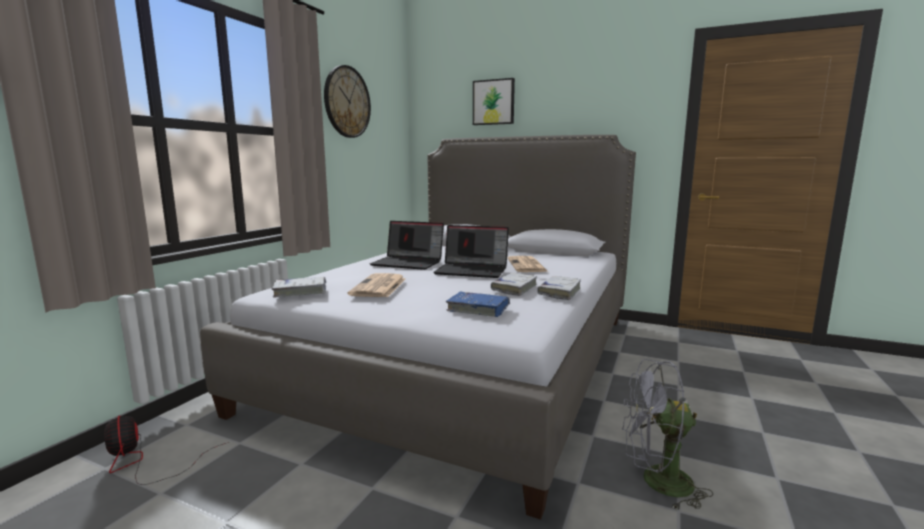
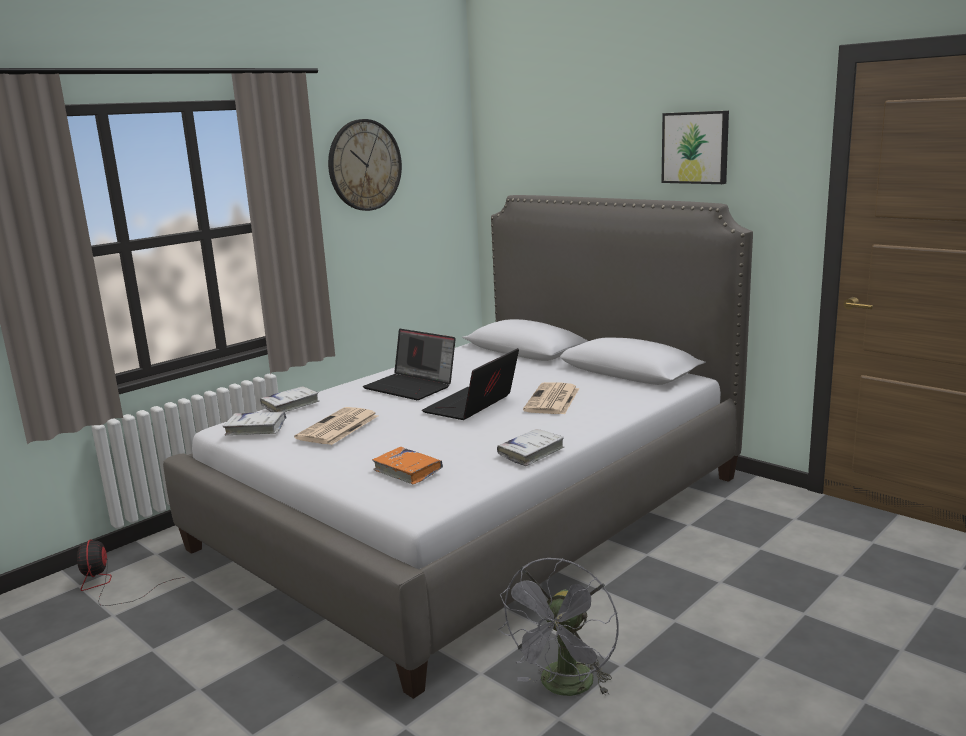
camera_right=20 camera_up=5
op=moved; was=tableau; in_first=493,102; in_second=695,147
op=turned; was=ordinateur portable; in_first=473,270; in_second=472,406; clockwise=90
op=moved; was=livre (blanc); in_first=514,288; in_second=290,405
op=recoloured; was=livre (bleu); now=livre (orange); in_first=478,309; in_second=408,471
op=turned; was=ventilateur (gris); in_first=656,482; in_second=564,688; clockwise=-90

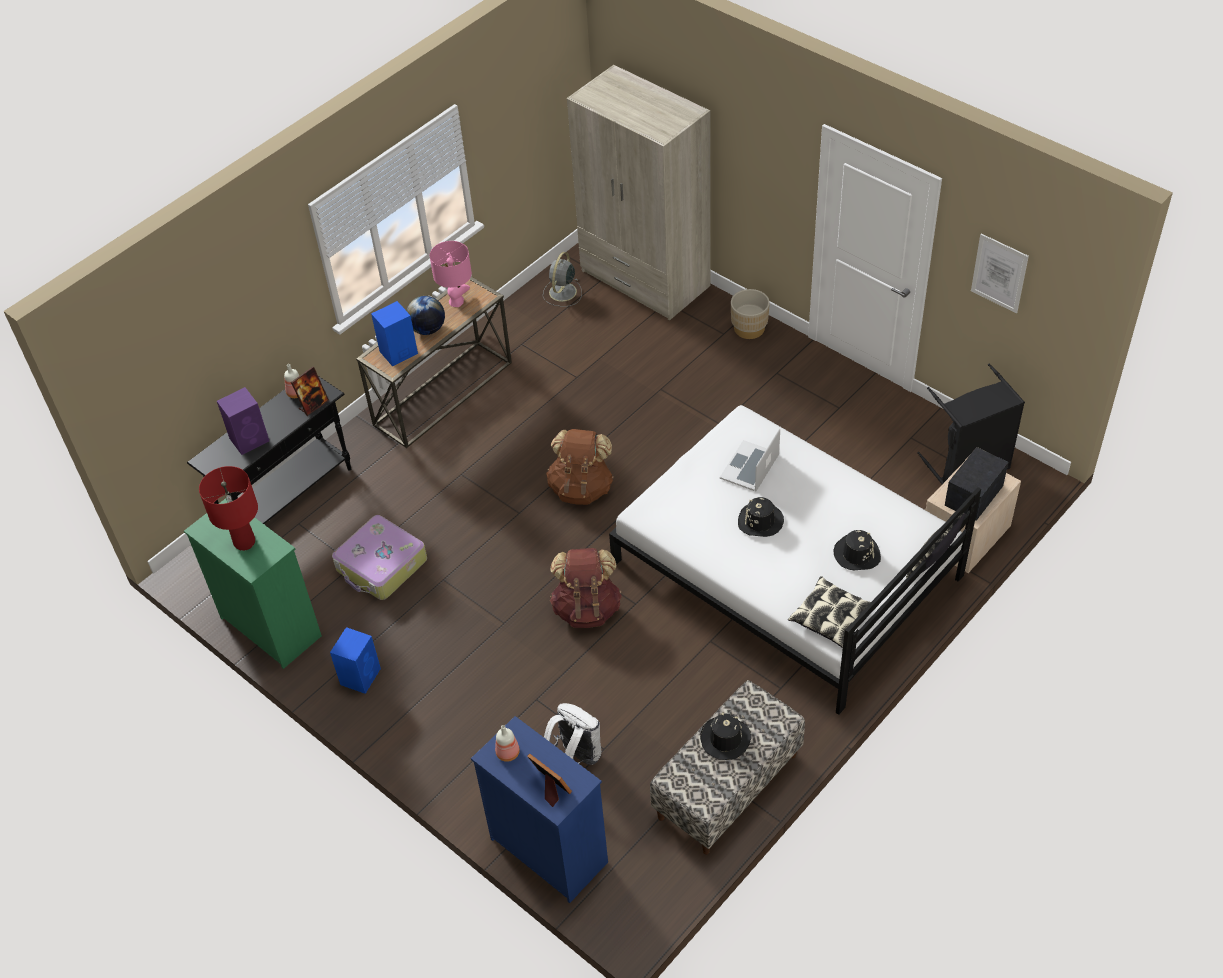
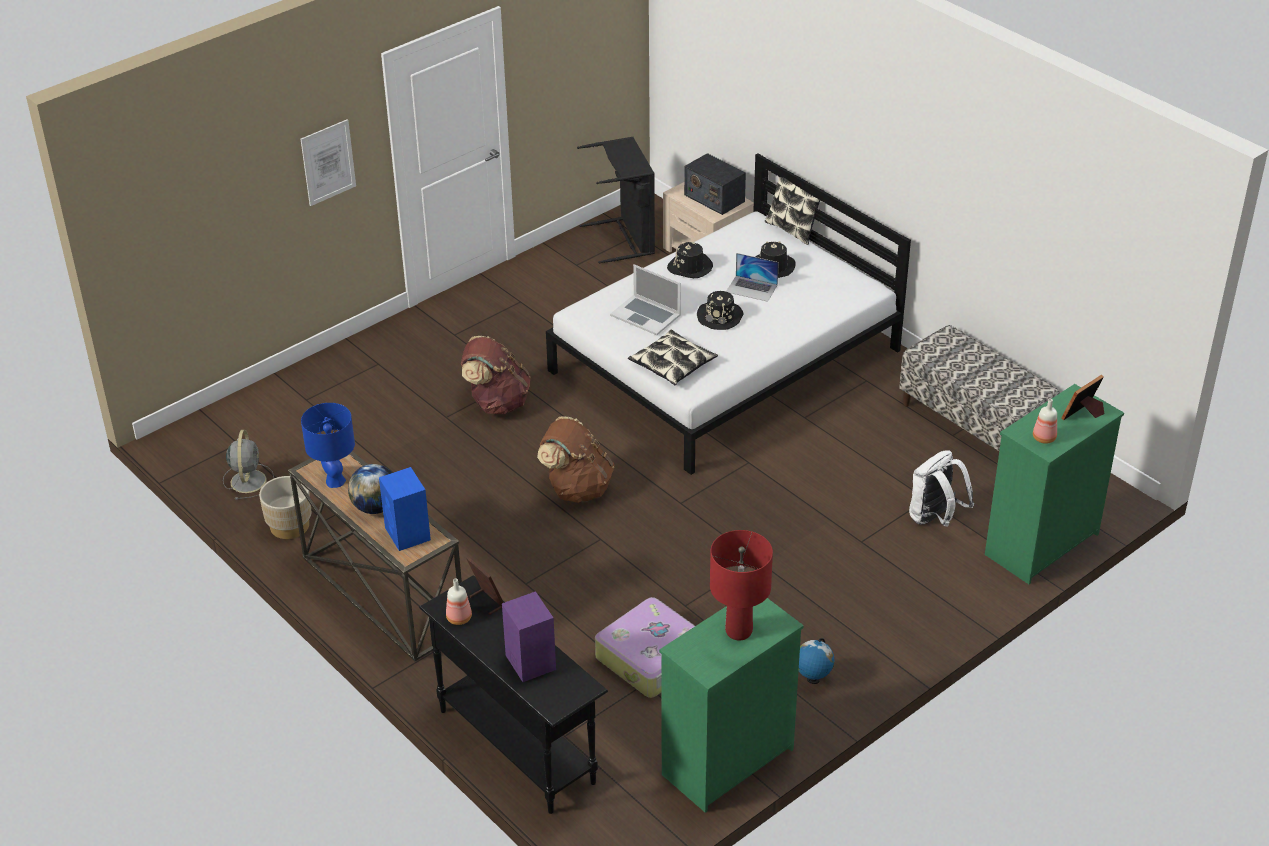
camera_right=-85 camera_up=-10
op=removed; was=armoire (beige); in_first=645,279
op=moved; was=tableau; in_first=999,273; in_second=328,162
op=recoloured; was=lampe de table (rose); now=lampe de table (bleu); in_first=456,301; in_second=335,481
op=turned; was=ventilateur (gris); in_first=562,293; in_second=248,480; clockwise=-120
op=moved; was=cache-pot (beige); in_first=749,328; in_second=289,526
op=moved; was=sac à dos (marron); in_first=587,608; in_second=496,402
op=moved; was=coussin; in_first=831,618; in_second=672,365
op=replaced; was=enceinte (bleu); now=globe; in_first=361,675; in_second=813,679
op=moved; was=chapeau (noir); in_first=725,739; in_second=690,267
op=recoloured; was=commode (bleu); now=commode (vert); in_first=548,849; in_second=1040,544
op=added; now=ordinateur portable; in_second=752,288

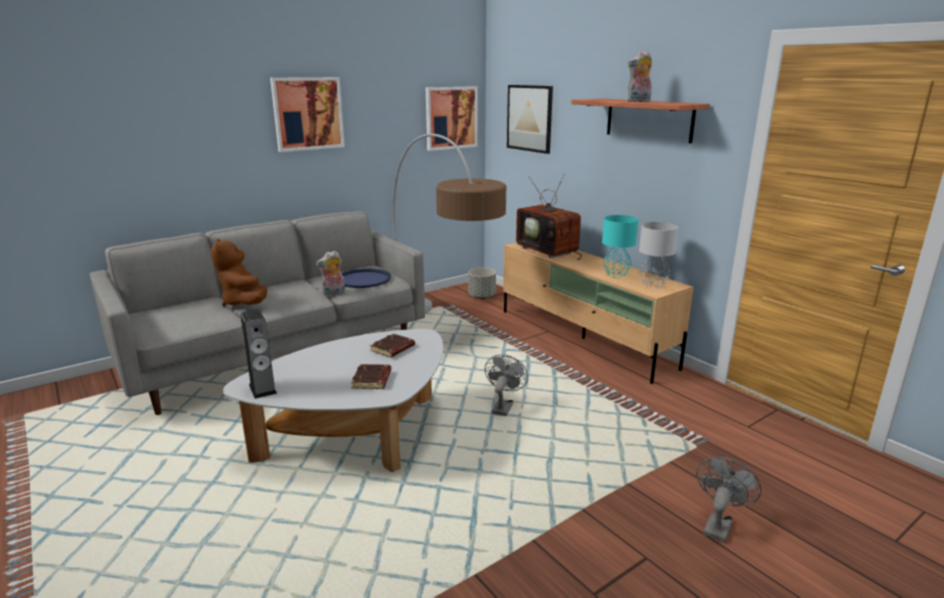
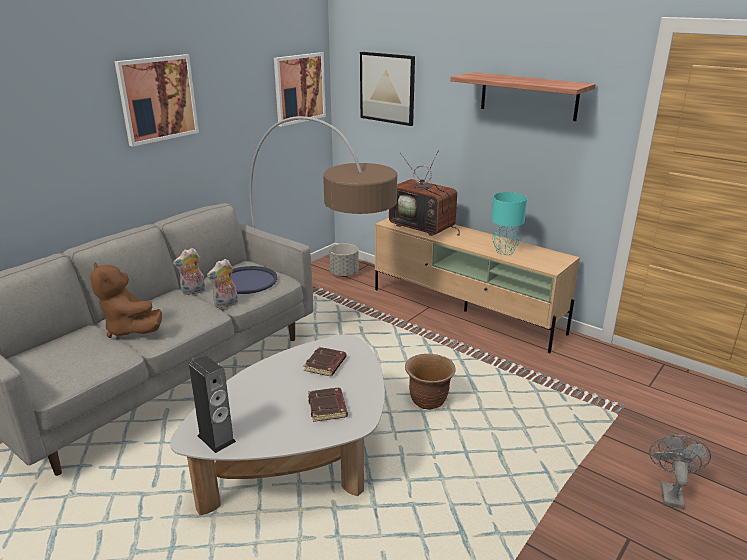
camera_right=-15 camera_up=5
op=moved; was=peluche; in_first=638,101; in_second=193,292
op=removed; was=lampe de table (gris); in_first=653,285
op=replaced; was=ventilateur (gris); now=cache-pot (marron); in_first=503,406; in_second=428,401

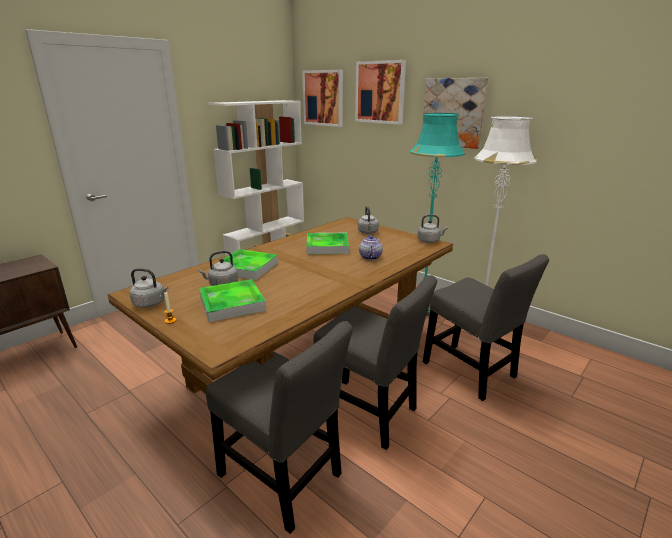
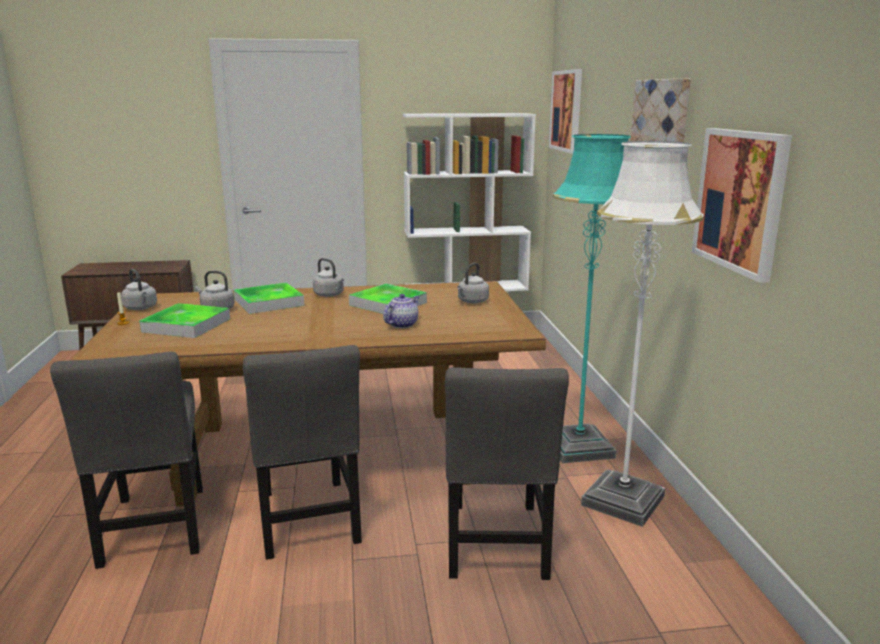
camera_right=40 camera_up=-5
op=moved; was=tableau; in_first=380,92; in_second=740,200
op=moved; was=bouilloire (gris); in_first=429,241; in_second=330,295

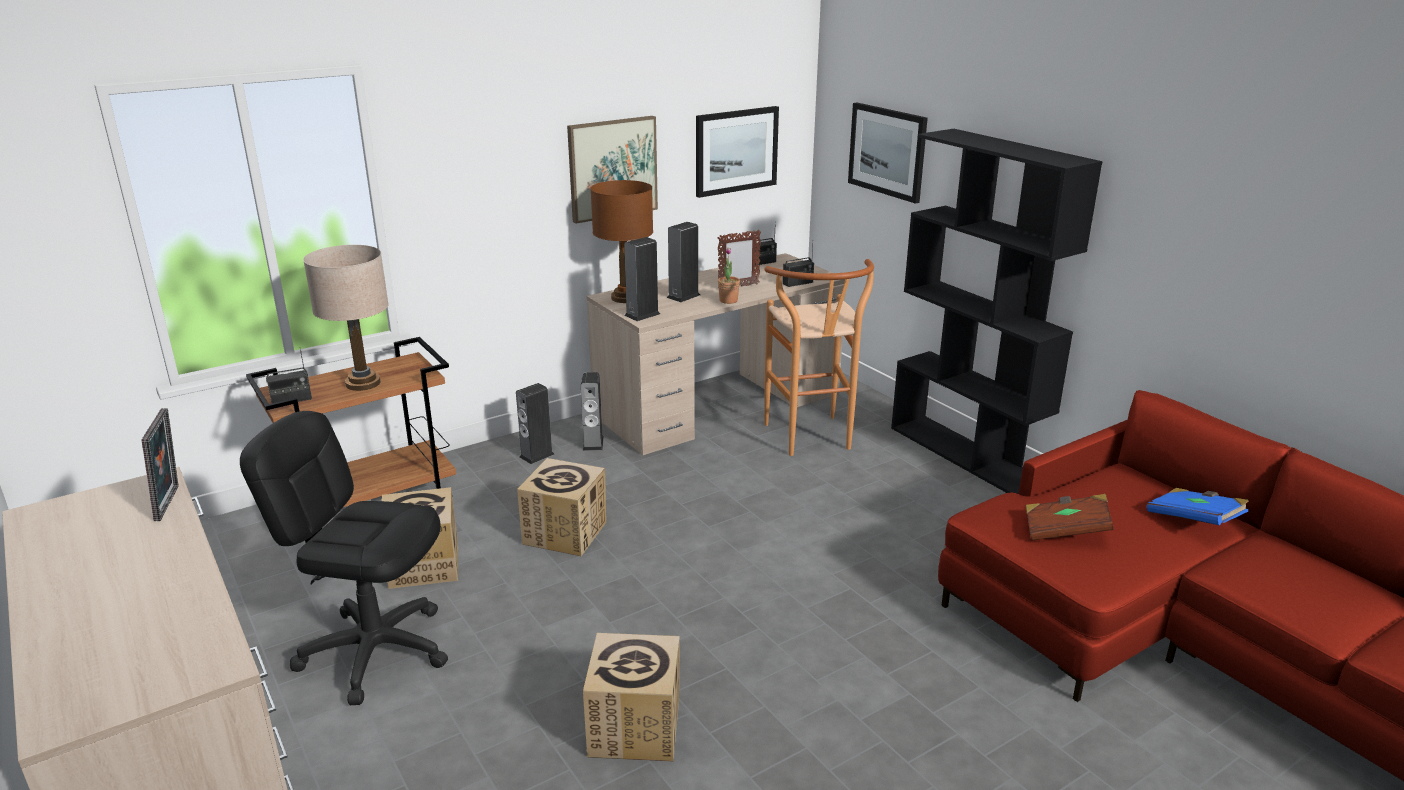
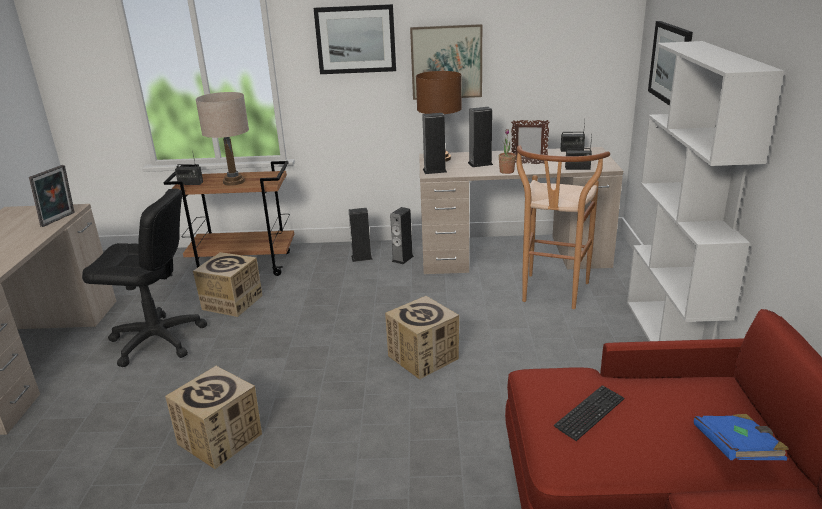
camera_right=35 camera_up=0
op=moved; was=tableau; in_first=736,151; in_second=355,39
op=recoloured; was=bibliothèque (noir); now=bibliothèque (blanc); in_first=966,454; in_second=670,340
op=turned; was=chaise de bureau (noir); in_first=375,651; in_second=157,340; clockwise=135
op=moved; was=carton; in_first=565,533; in_second=423,357
op=replaced; was=livre (marron); now=clavier; in_first=1065,531; in_second=589,414

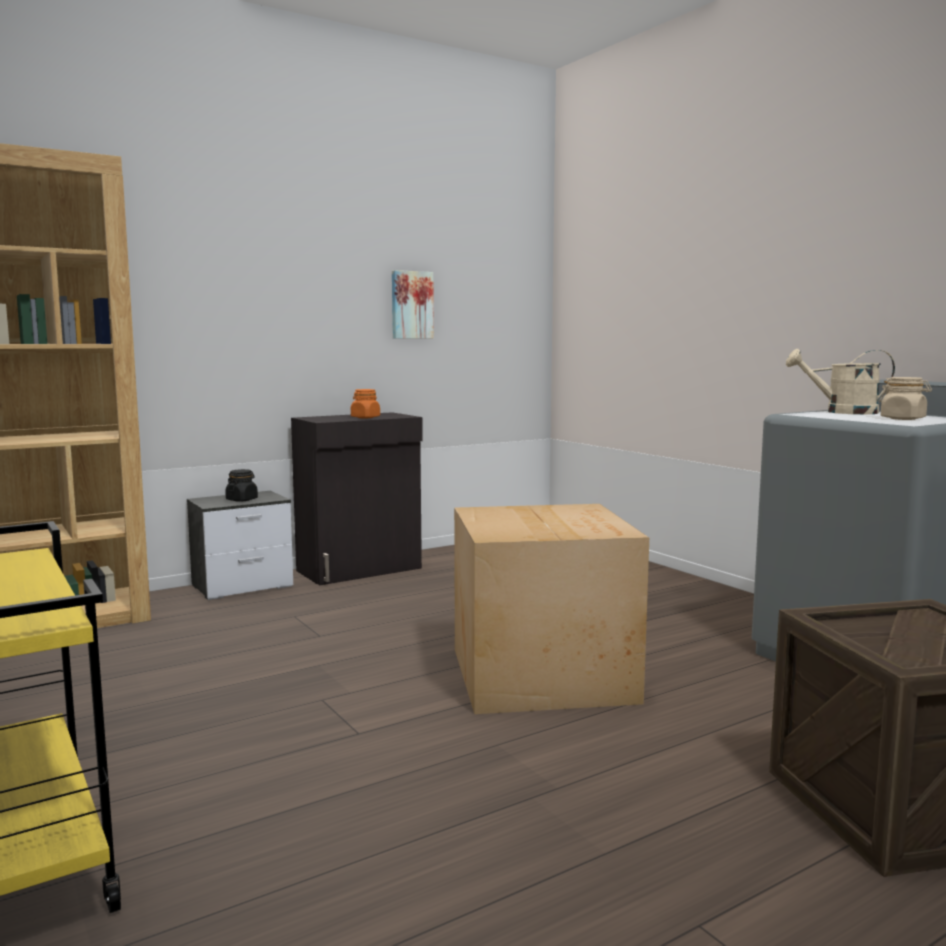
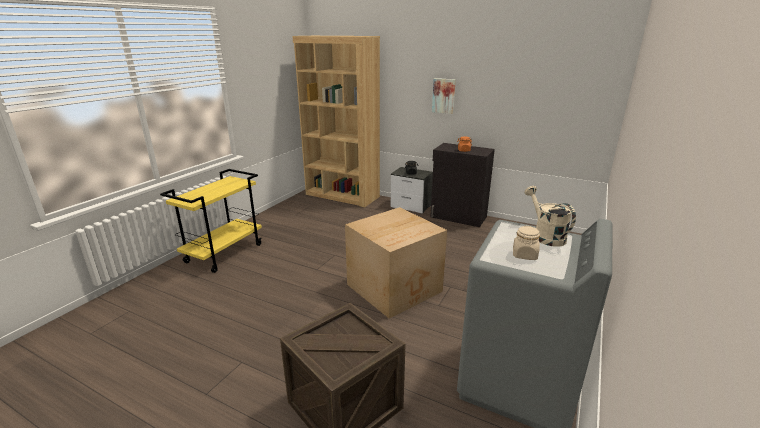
camera_right=60 camera_up=15
op=moved; was=tableau; in_first=411,305; in_second=444,95

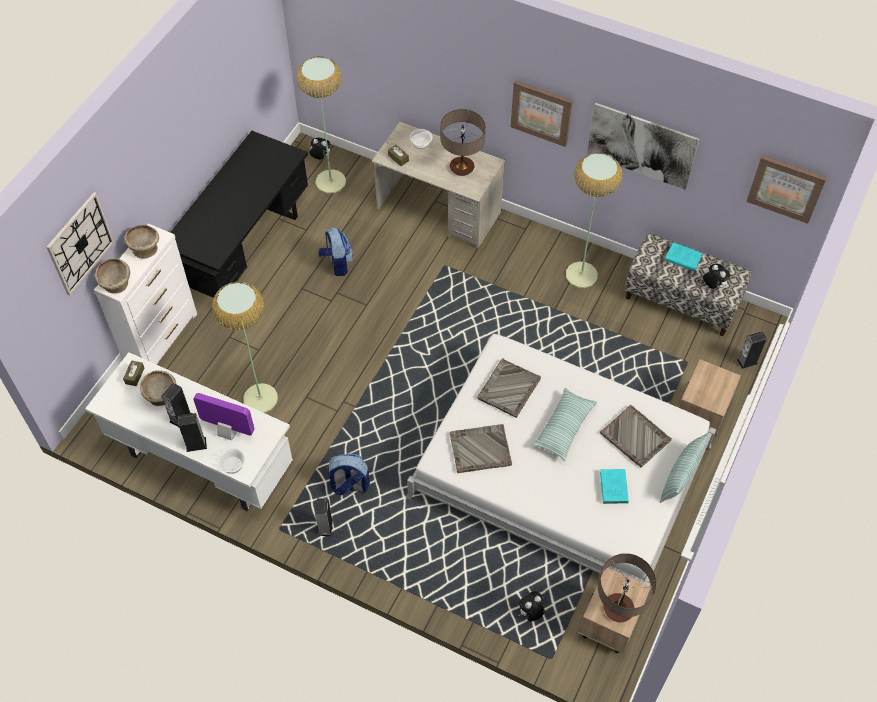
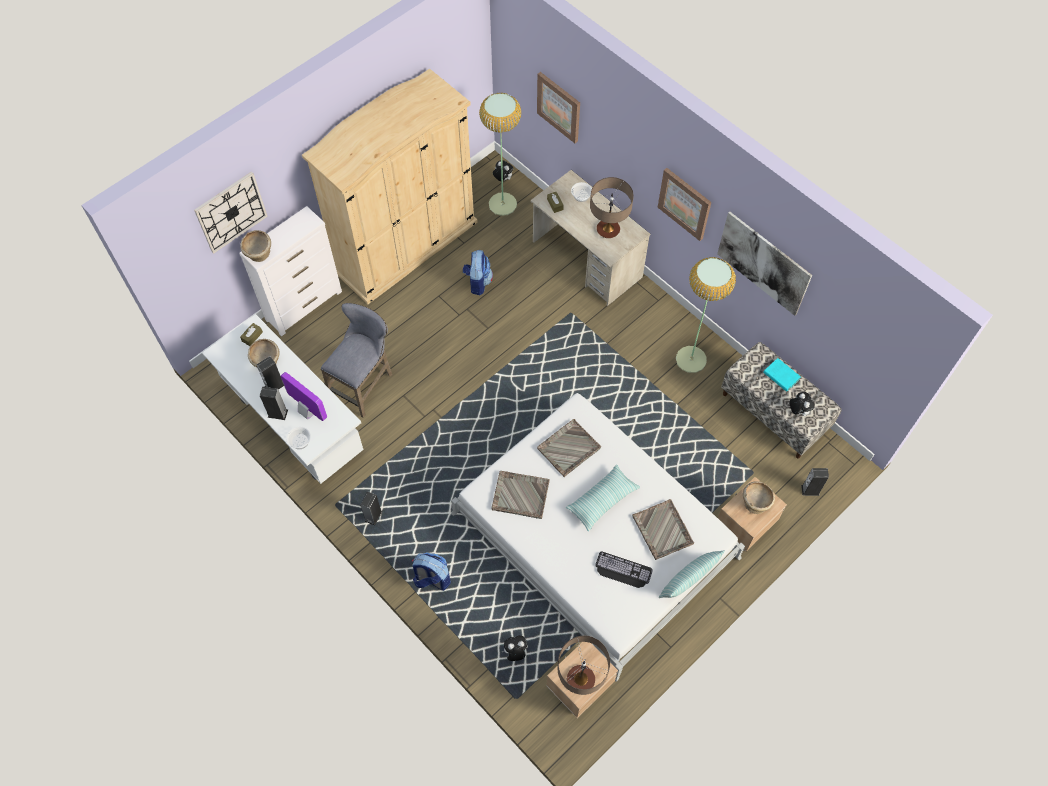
camera_right=20 camera_up=5
op=replaced; was=bureau (noir); now=armoire (beige); in_first=246,250; in_second=405,246
op=moved; was=tableau; in_first=786,188; in_second=559,107
op=moved; was=bol (beige); in_first=145,249; in_second=755,503
op=replaced; was=lampadaire; now=tabouret (gris); in_first=260,398; in_second=365,384
op=moved; was=sac à dos; in_first=349,485; in_second=432,579
op=replaced; was=livre (turquoise); now=clavier; in_first=613,488; in_second=622,571

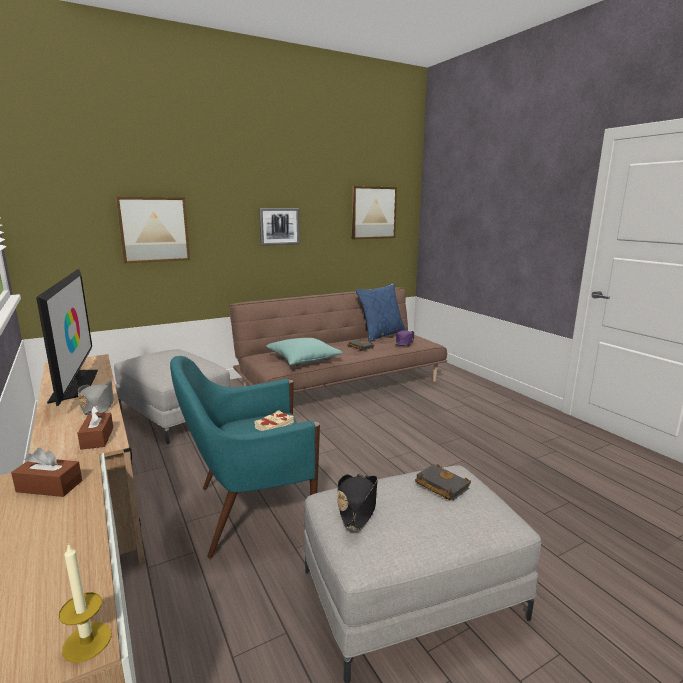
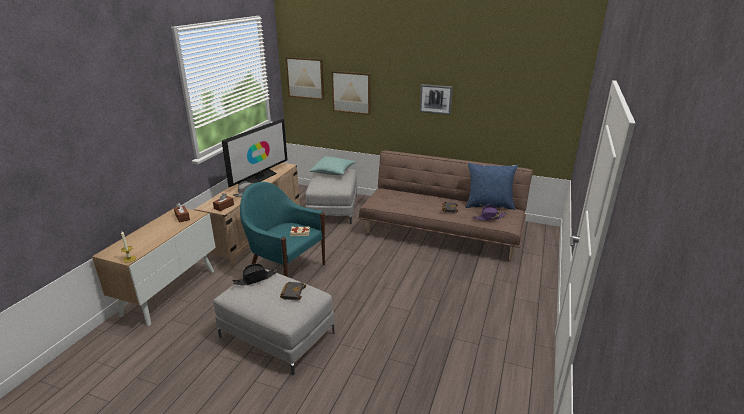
camera_right=50 camera_up=10
op=moved; was=tableau; in_first=373,213; in_second=305,78
op=moved; was=coussin (turquoise); in_first=303,360; in_second=333,172

